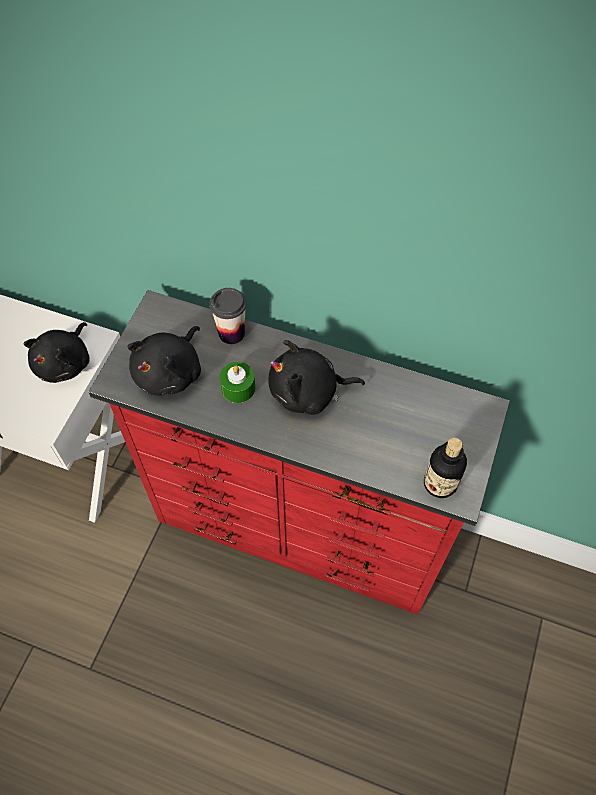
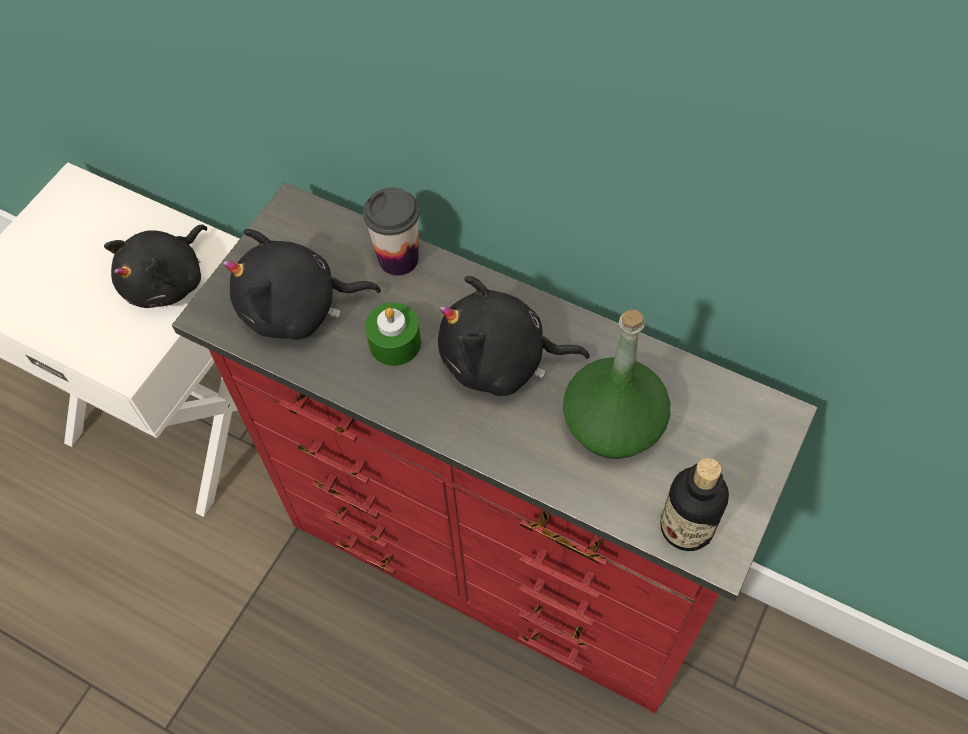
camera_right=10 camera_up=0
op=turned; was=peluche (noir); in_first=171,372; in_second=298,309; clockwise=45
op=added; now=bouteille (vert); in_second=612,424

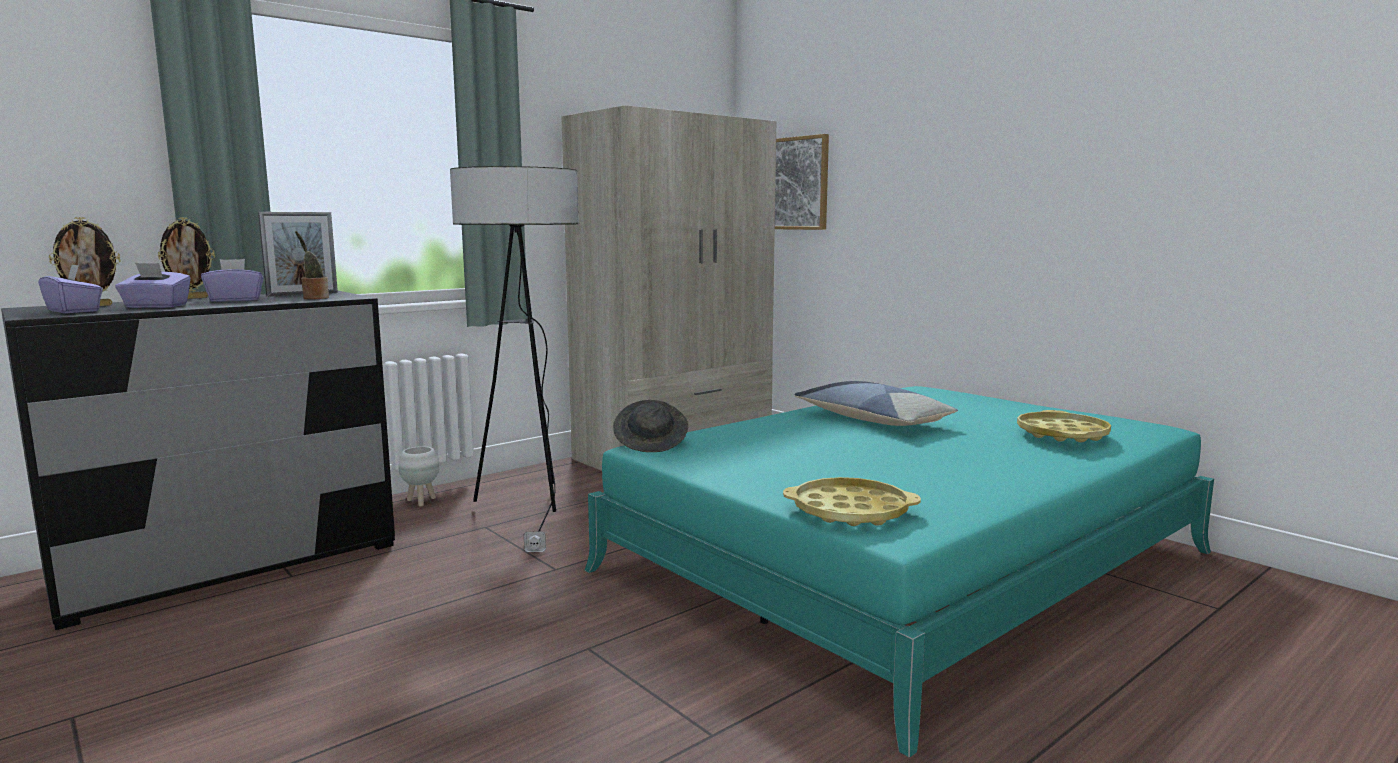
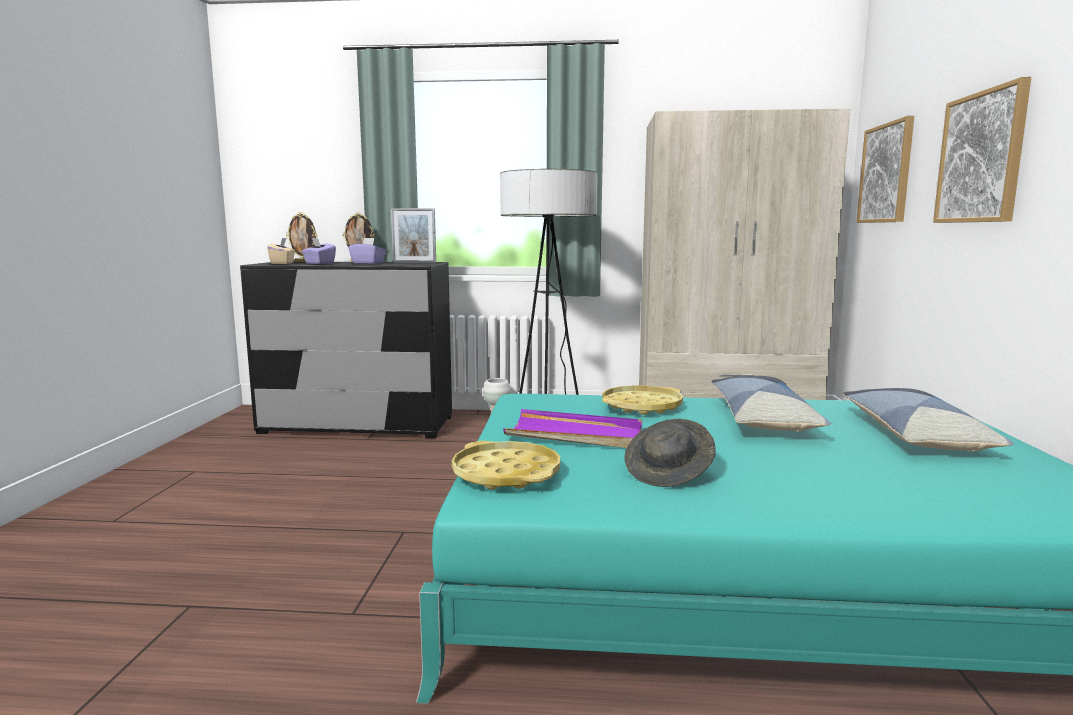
camera_right=45 camera_up=0
op=removed; was=plante en pot; in_first=314,298
op=recoloured; was=boîte à mouchoirs (violet); now=boîte à mouchoirs (beige); in_first=74,311; in_second=282,263
op=moved; was=chapeau (gris); in_first=651,443; in_second=669,473
op=moved; was=plateau (jaune); in_first=1062,434; in_second=642,406
op=added; now=tableau; in_second=981,157
op=added; now=coussin; in_second=914,435
op=added; now=plateau (violet); in_second=575,434

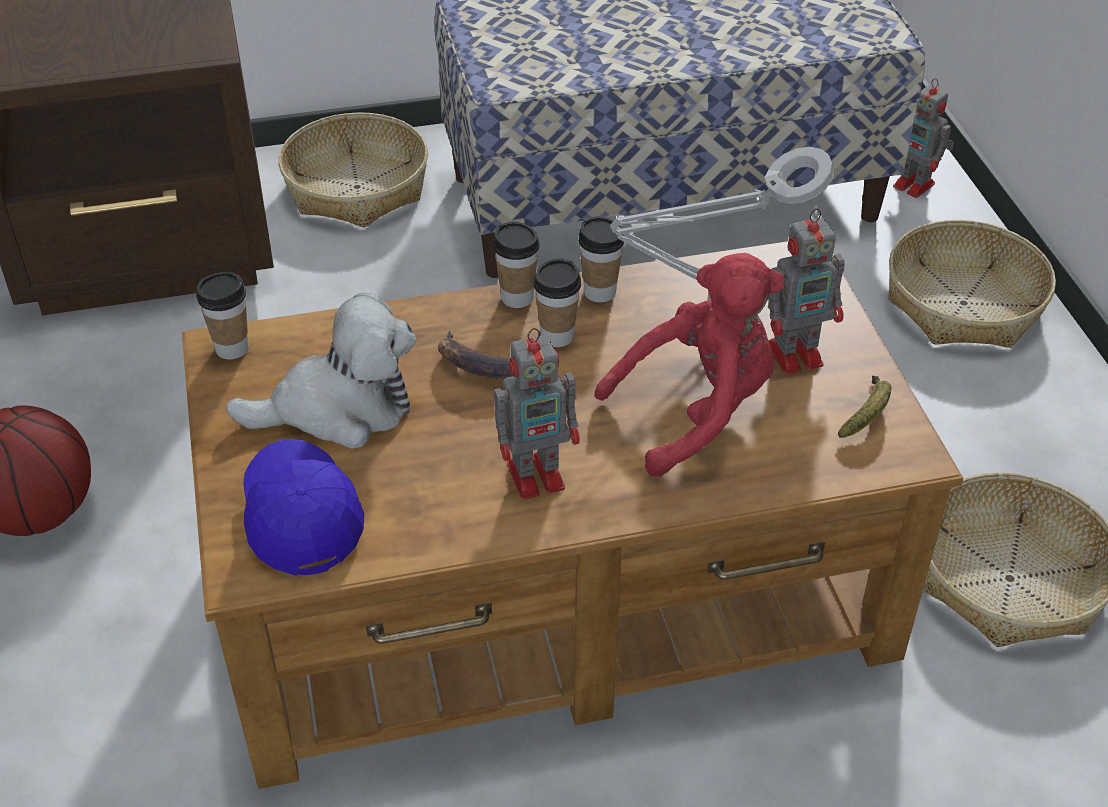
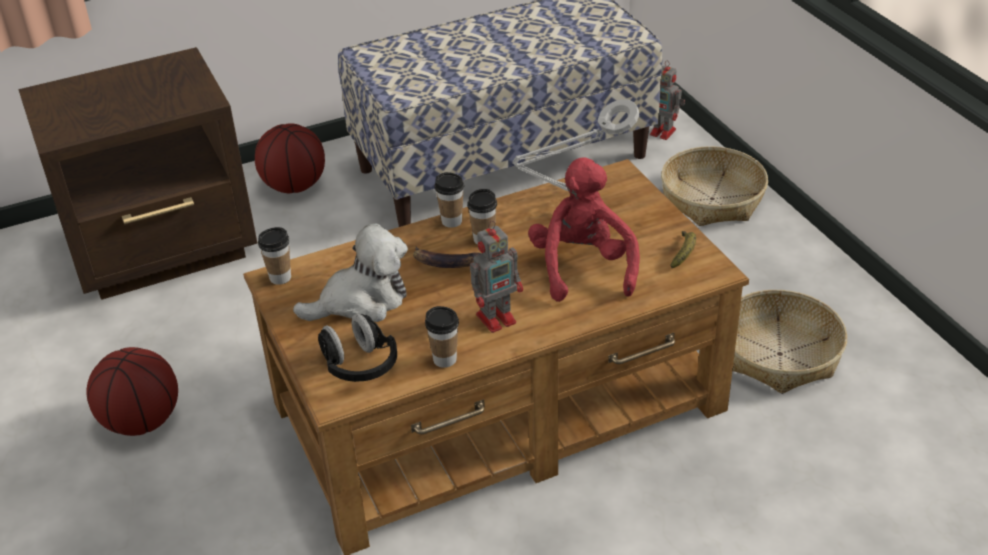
camera_right=-10 camera_up=-5
op=replaced; was=panier; now=ballon de basket; in_first=357,187; in_second=294,186
op=removed; was=robot jouet; in_first=797,354
op=moved; was=tasse; in_first=600,292; in_second=445,359
op=turned; was=peluche (rouge); in_first=697,411; in_second=582,268; clockwise=-60
op=replaced; was=casquette (bleu); now=casque audio (noir); in_first=301,518; in_second=359,365

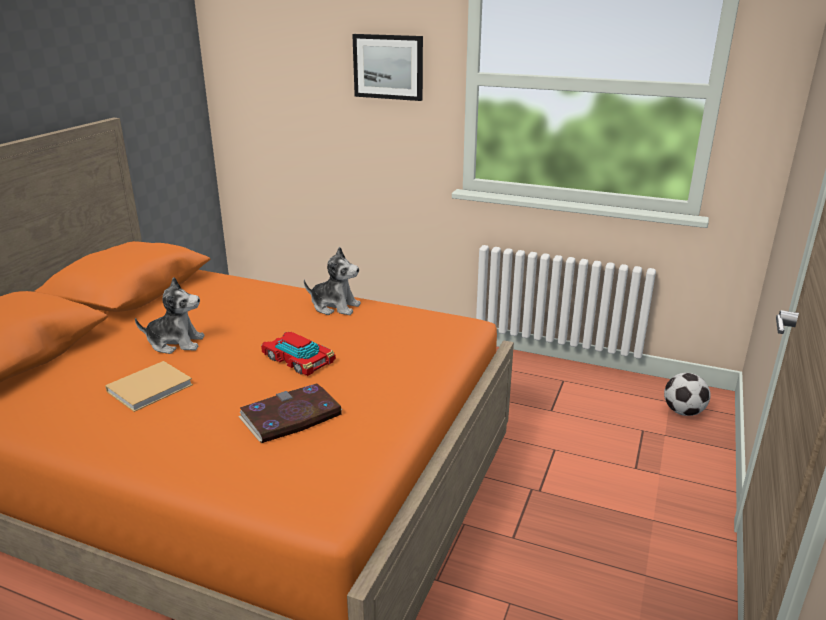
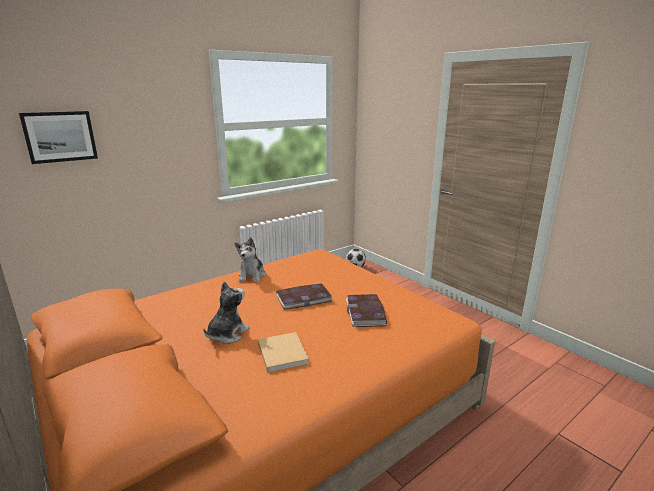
camera_right=-60 camera_up=-5
op=moved; was=tableau; in_first=388,67; in_second=60,136
op=turned; was=peluche; in_first=335,307; in_second=252,276; clockwise=135
op=replaced; was=petite voiture; now=livre; in_first=298,359; in_second=304,298

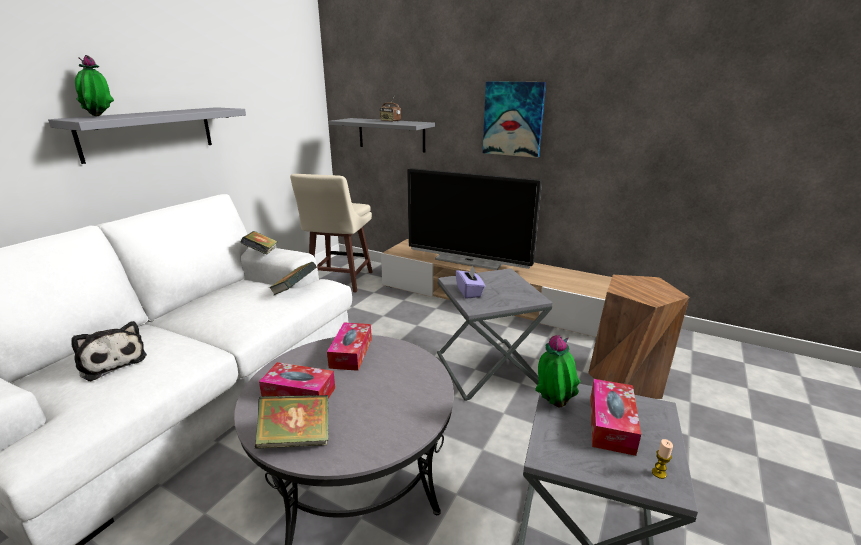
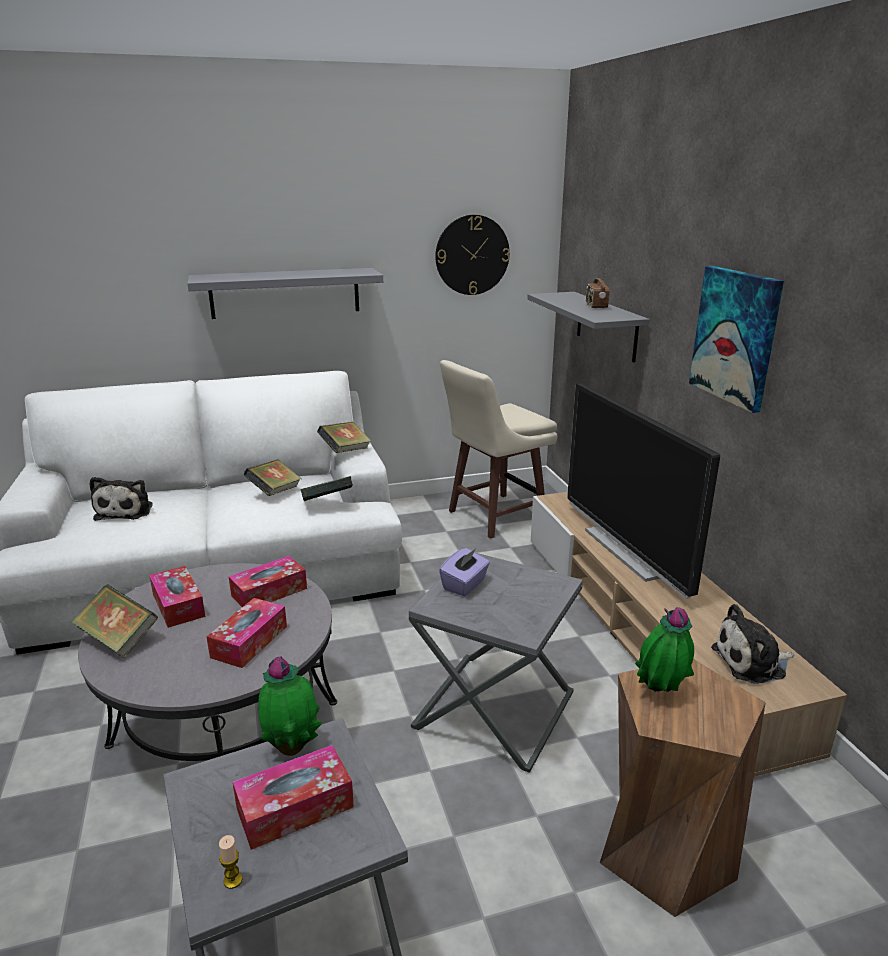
camera_right=45 camera_up=0
op=moved; was=plante en pot; in_first=99,116; in_second=660,693
op=added; now=horloge murale; in_second=472,255
op=added; now=livre; in_second=274,492
op=added; now=boîte à mouchoirs; in_second=249,641
op=added; now=peluche; in_second=752,662

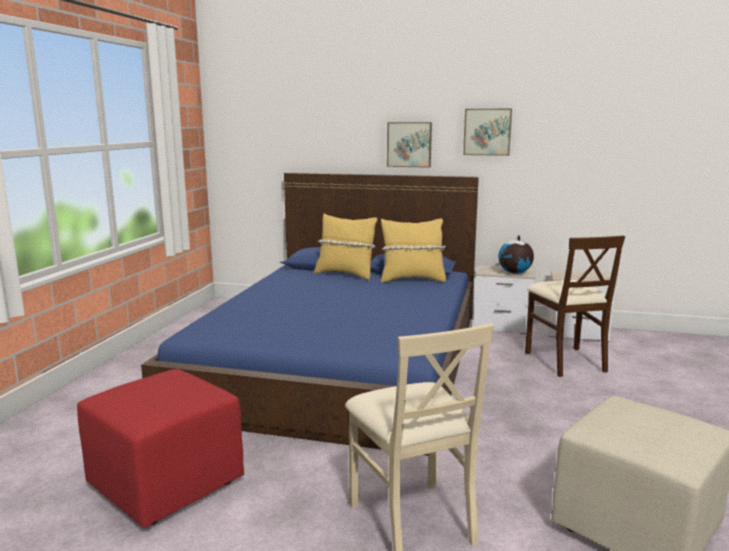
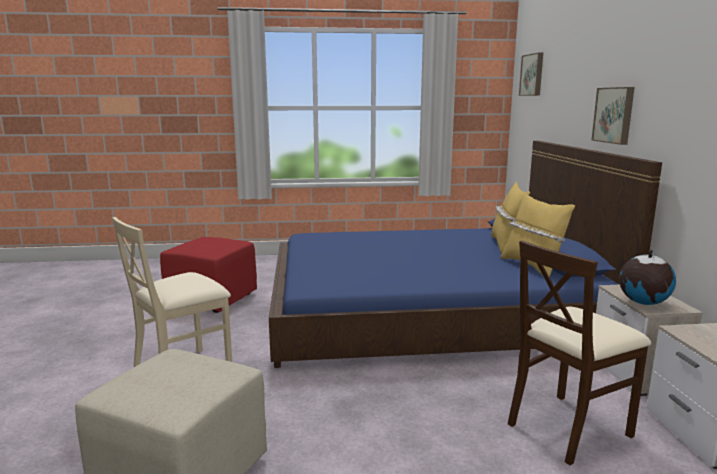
camera_right=70 camera_up=0
op=moved; was=tableau; in_first=487,132; in_second=532,75

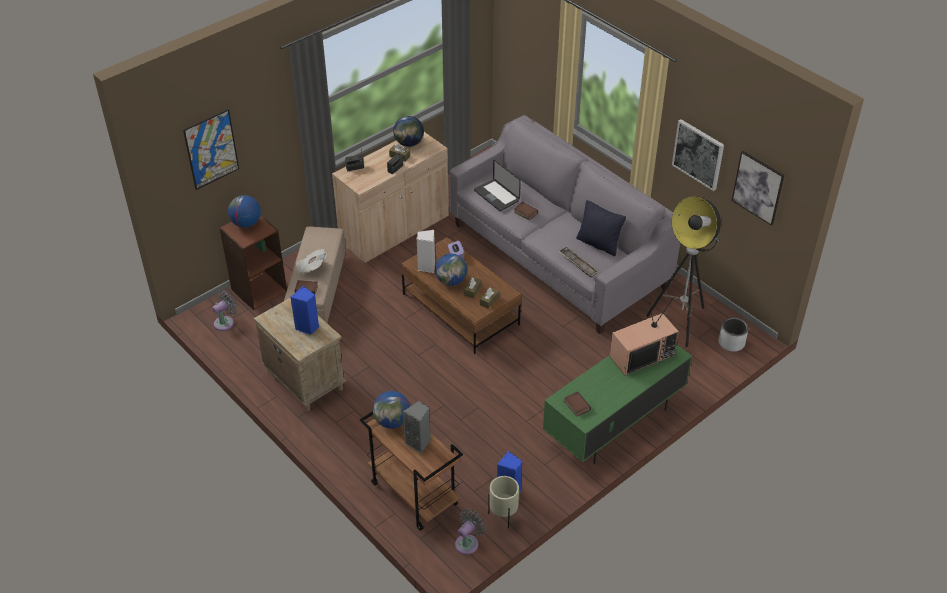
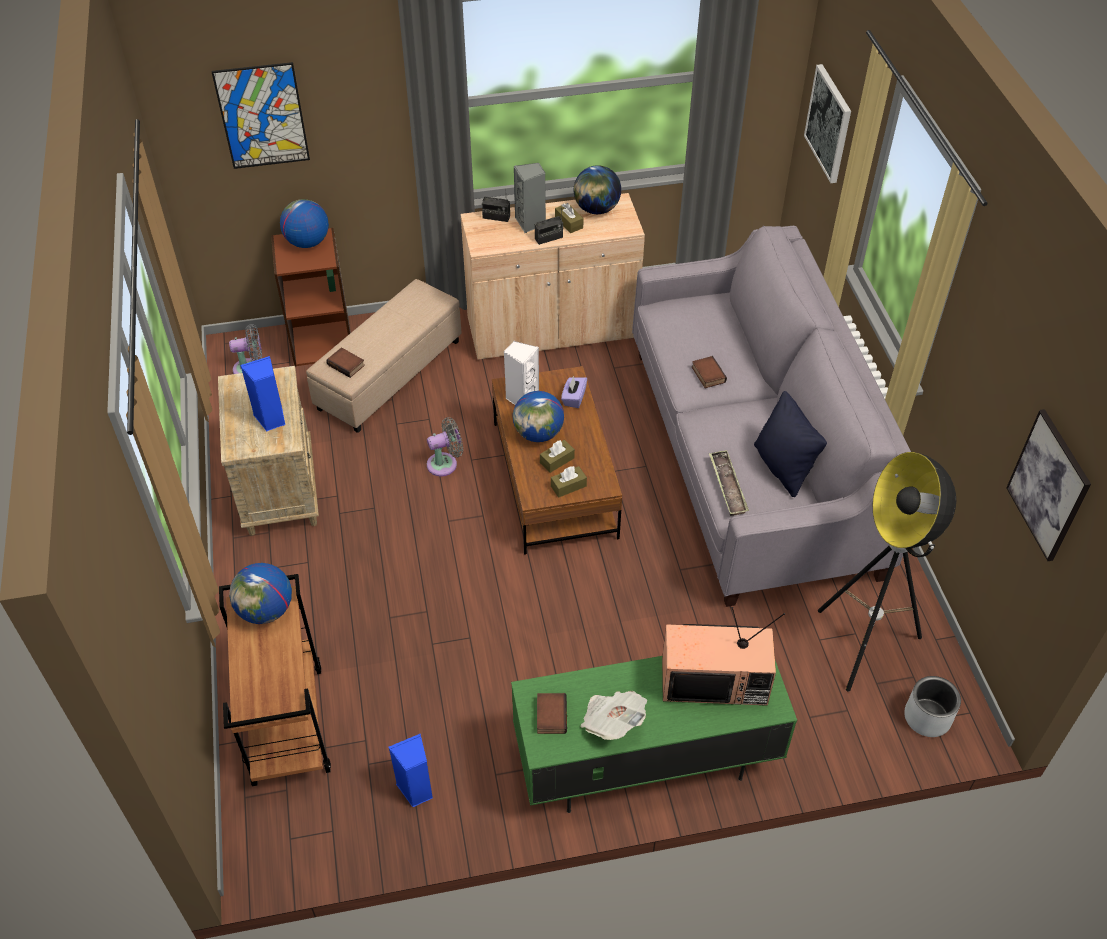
camera_right=30 camera_up=5
op=moved; was=tableau; in_first=698,154; in_second=829,123
op=removed; was=ordinateur portable; in_first=496,196
op=moved; was=journal; in_first=311,268; in_second=612,721
op=moved; was=enceinte (gris); in_first=419,443; in_second=531,223
op=removed; was=cache-pot (beige); in_first=503,516
op=moved; was=ventilateur (gris); in_first=468,542; in_second=445,463

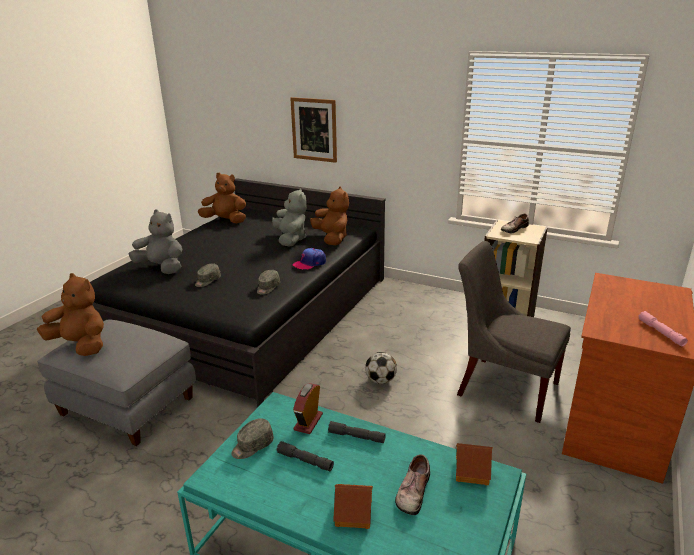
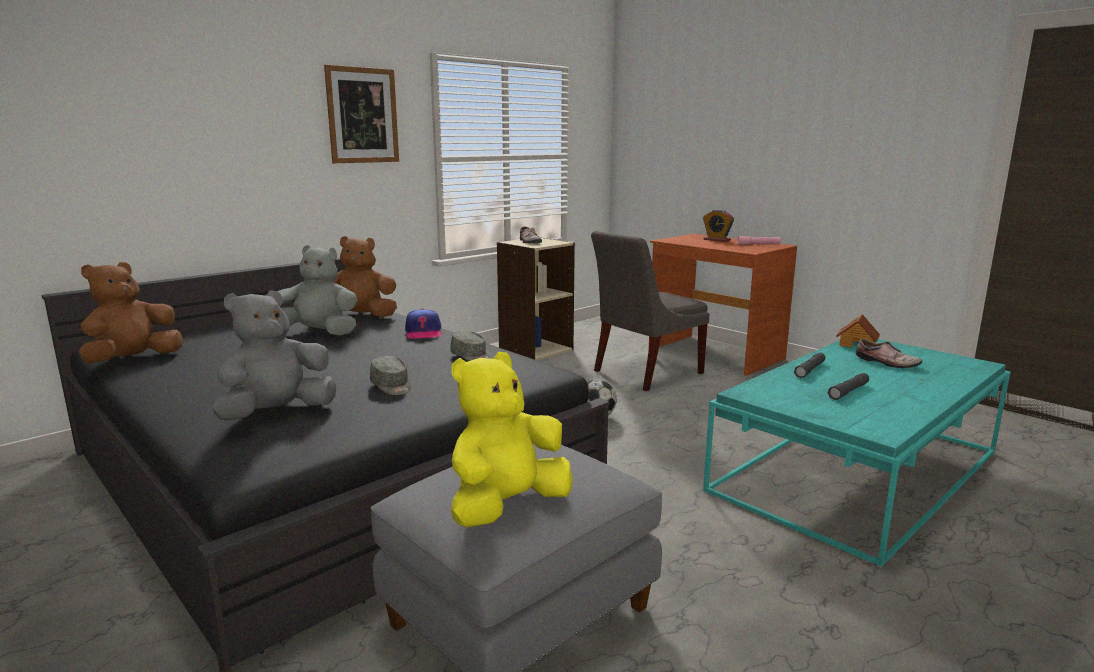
camera_right=-70 camera_up=-10
op=moved; was=tableau; in_first=314,129; in_second=362,115
op=recoloured; was=peluche (marron); now=peluche (jaune); in_first=81,345; in_second=507,507
op=moved; was=réveil; in_first=308,422; in_second=716,240
op=removed; was=casquette (gris); in_first=252,446
op=removed; was=maison miniature; in_first=354,512

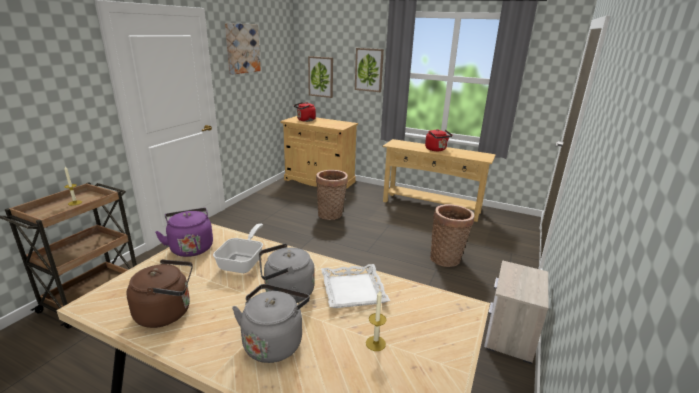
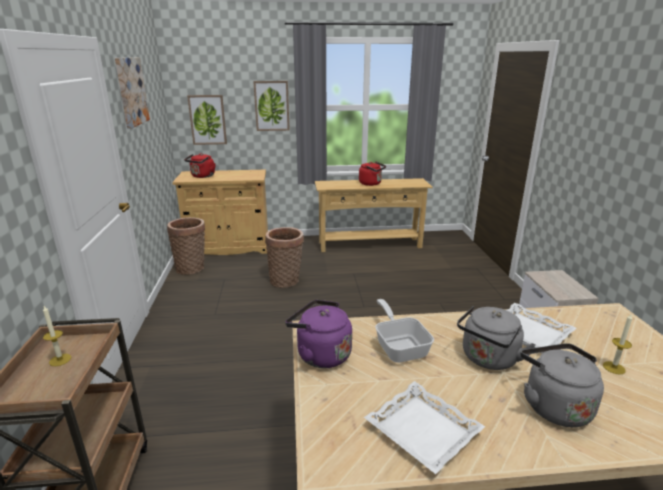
camera_right=-30 camera_up=0
op=moved; was=panier; in_first=447,259; in_second=192,268
op=replaced; was=bouilloire (marron); now=plateau (blanc); in_first=167,312; in_second=423,430

